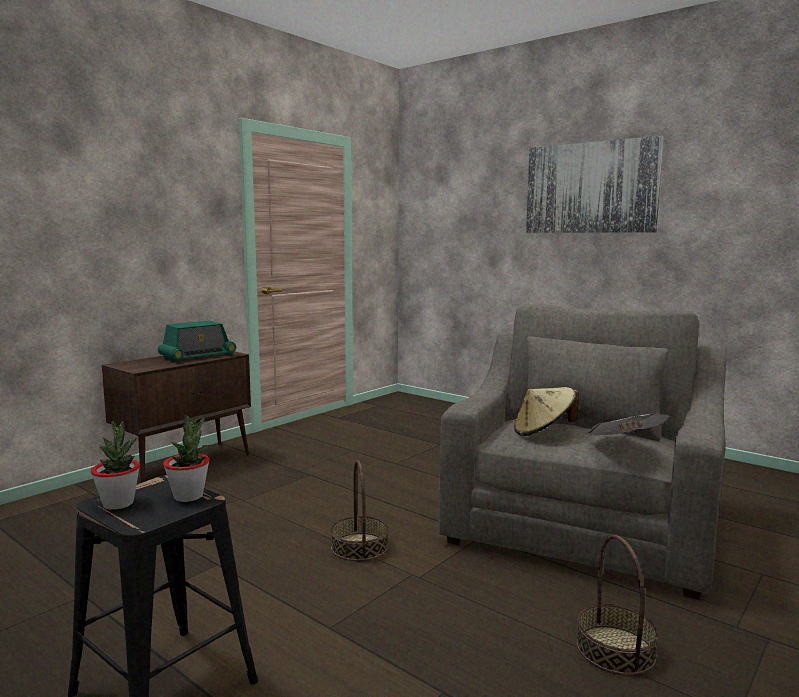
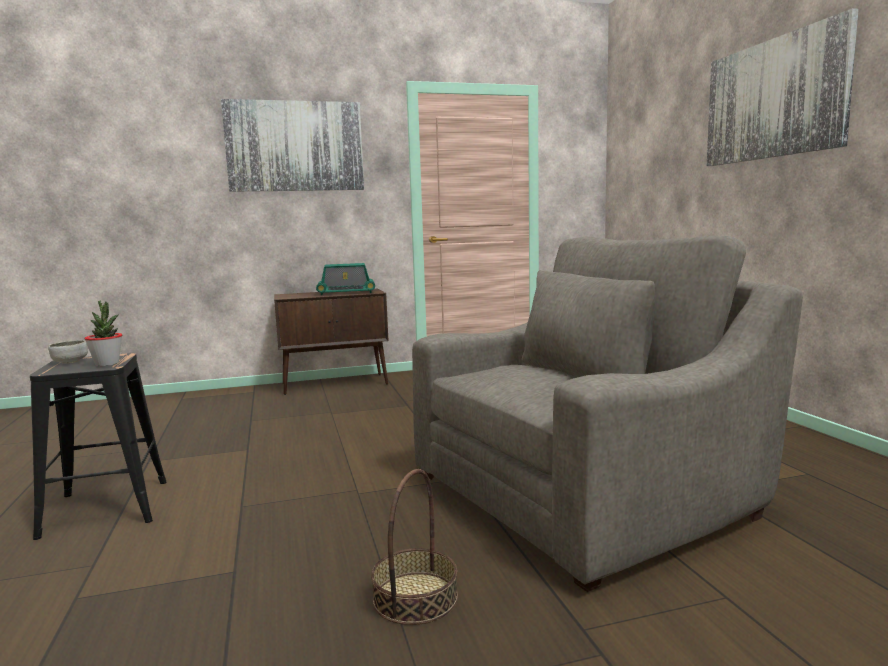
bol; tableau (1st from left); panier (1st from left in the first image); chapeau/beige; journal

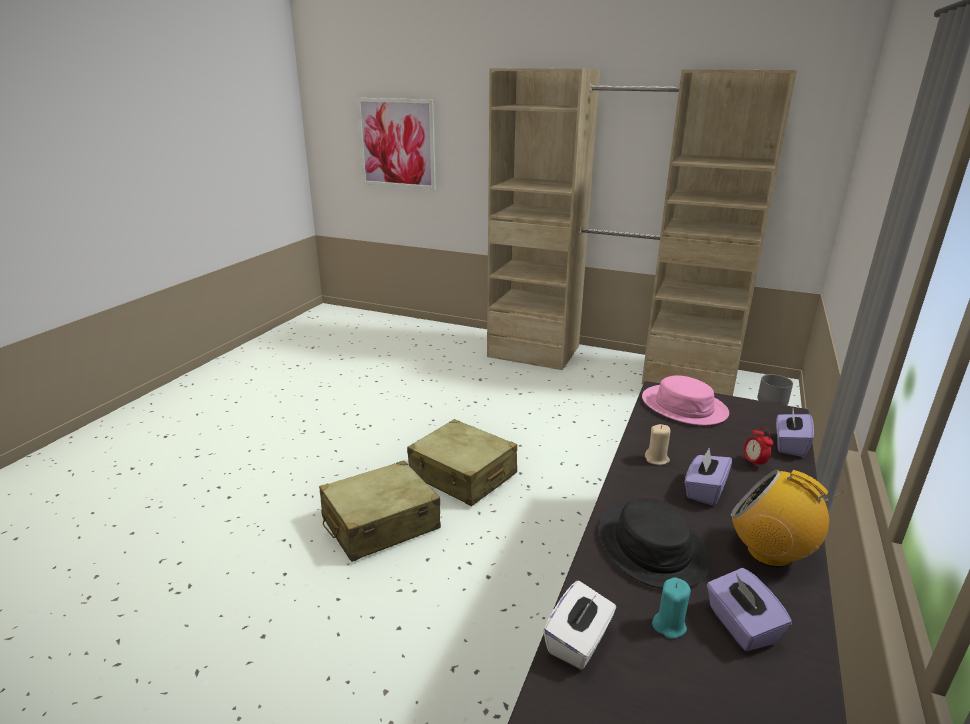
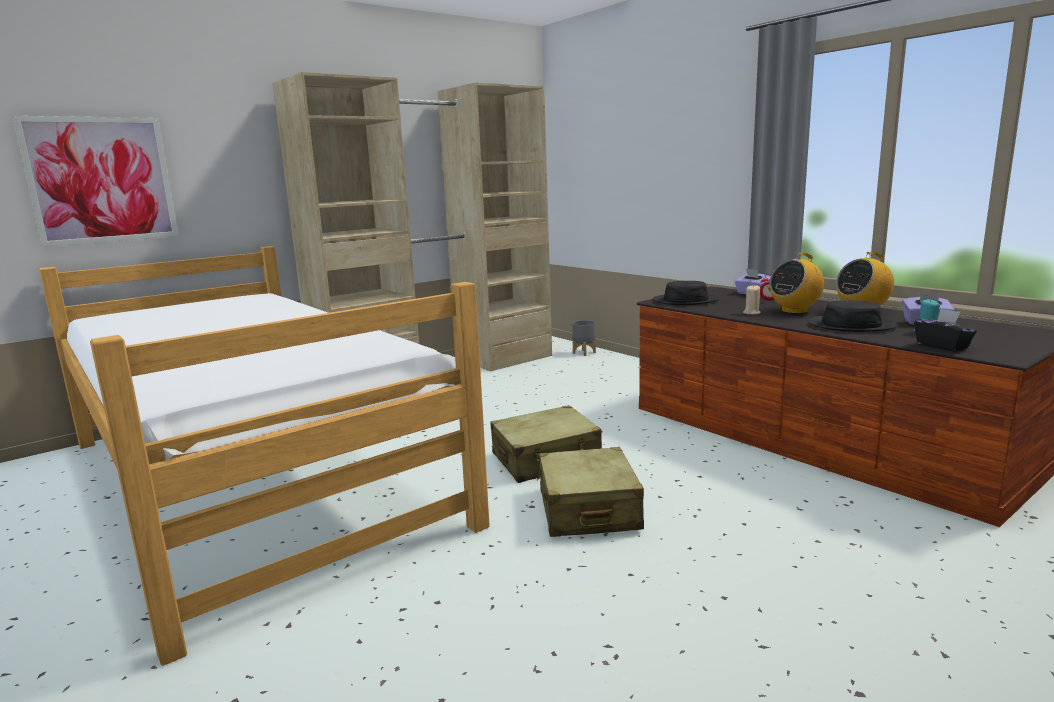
lit; chapeau/noir (1st from left); radio (1st from left); boîte à mouchoirs/noir

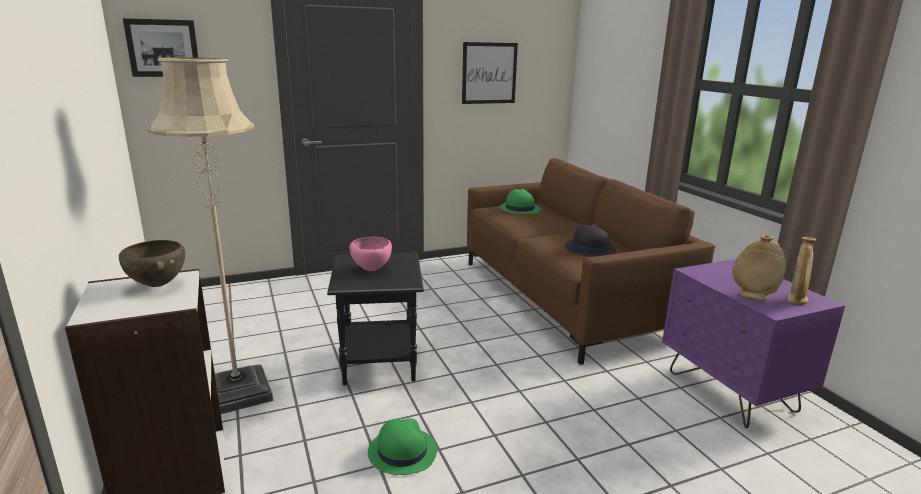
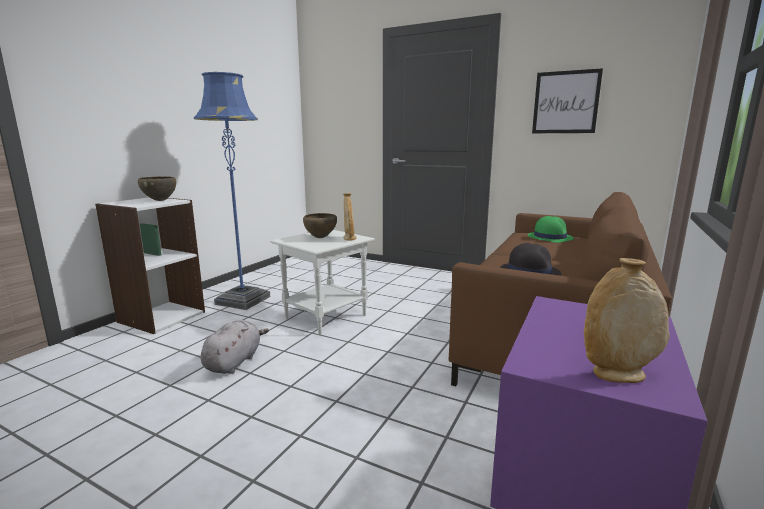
lampadaire/bleu; peluche/gris; table d'appoint/blanc; bol/marron (2nd from left); vase/beige (1st from left); tableau (1st from left in the first image)

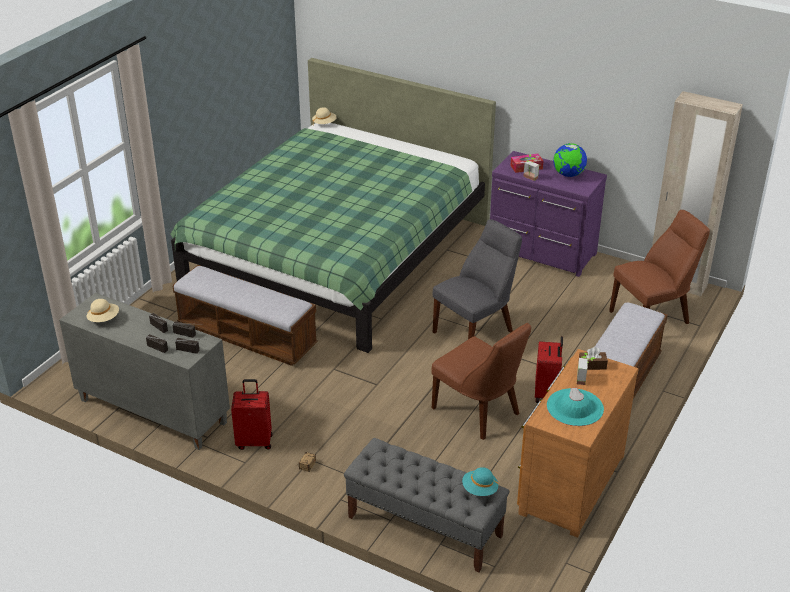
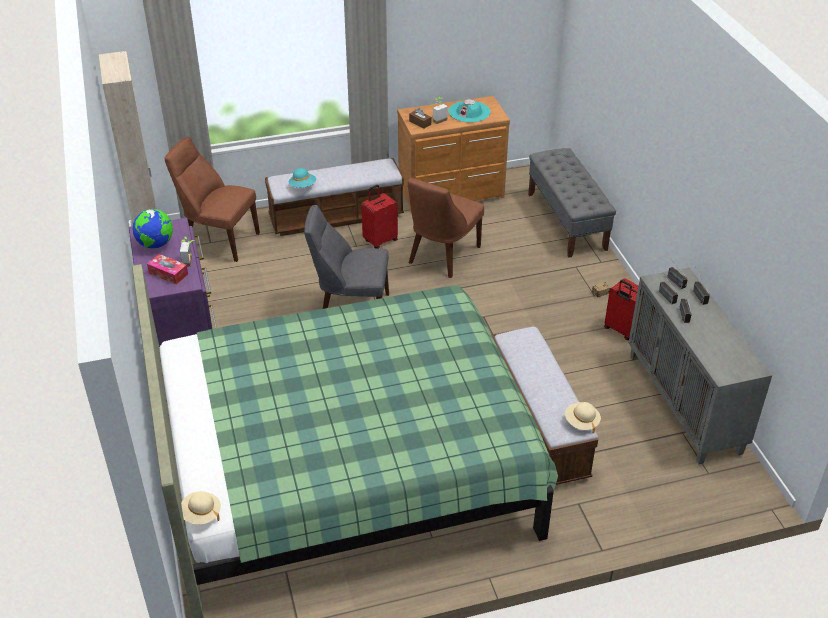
chapeau/turquoise (1st from left); chaise/marron (2nd from left); chapeau/beige (2nd from left)

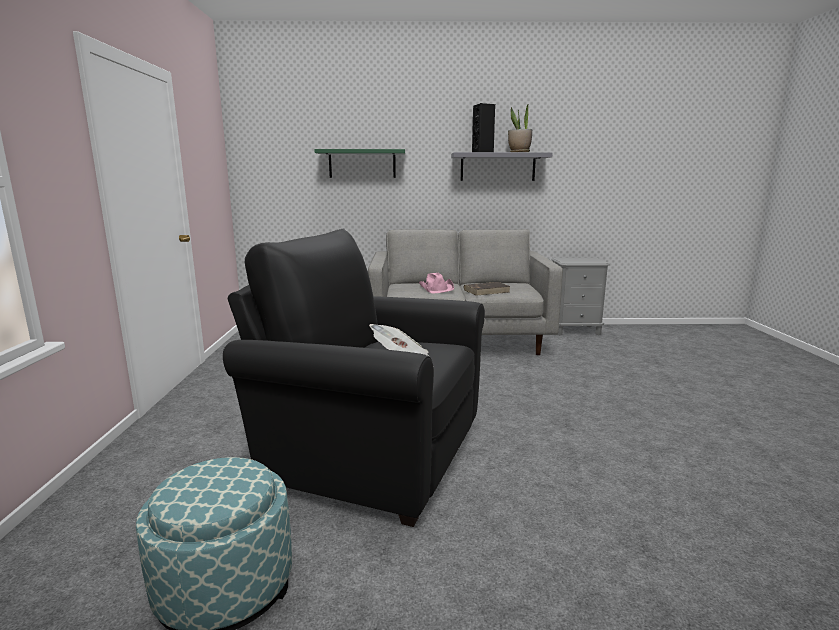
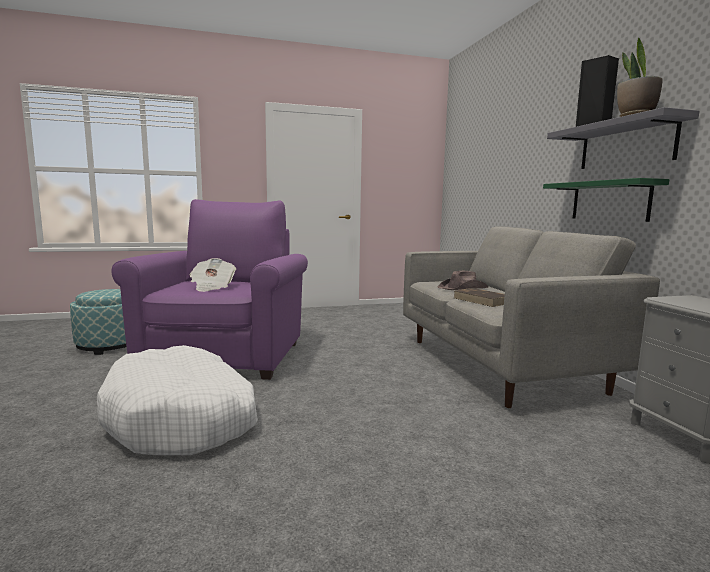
panier pour chien/blanc; fauteuil/violet; chapeau/marron; étagère/vert

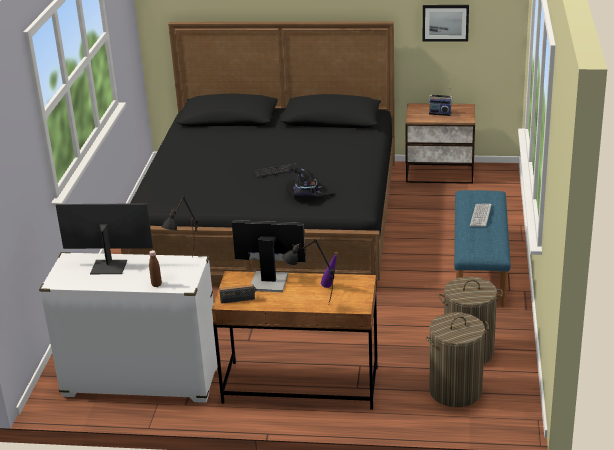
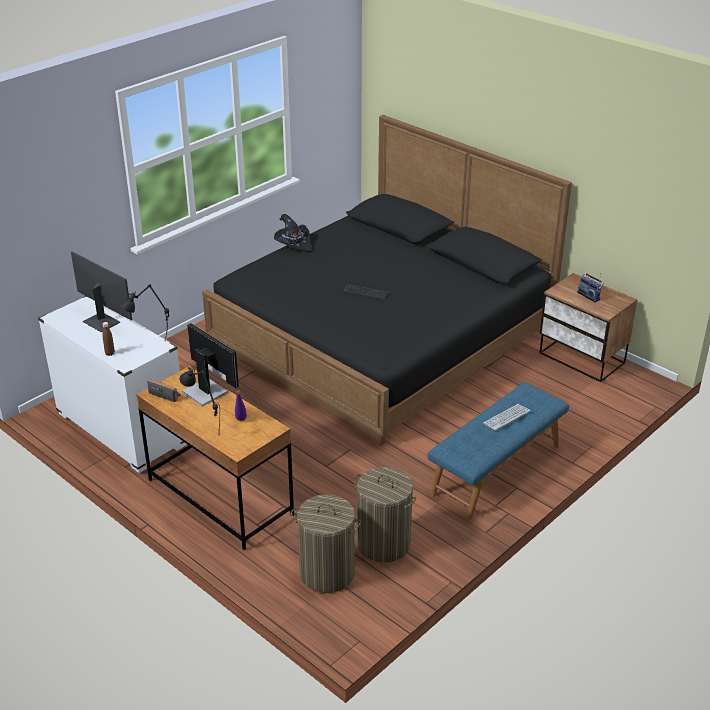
chapeau/noir; tableau

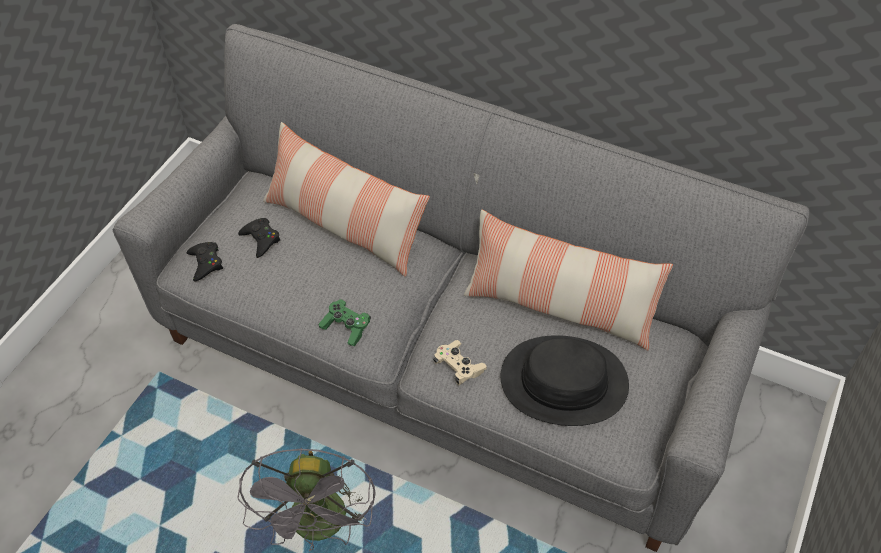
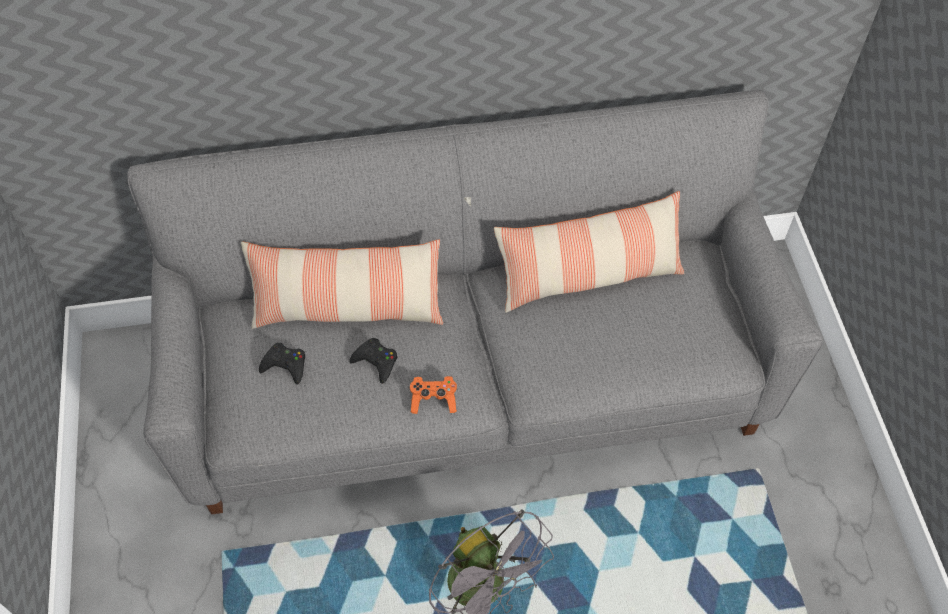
manette/noir (2nd from left); manette/orange; manette/beige; chapeau/noir

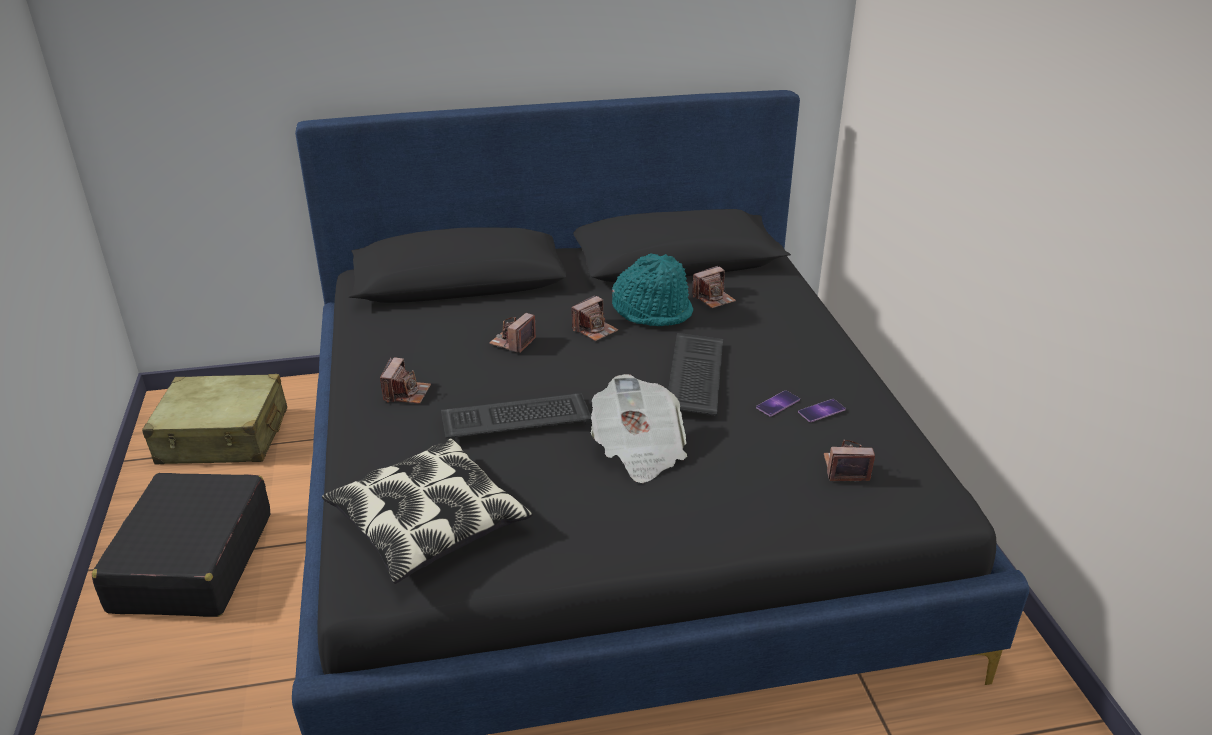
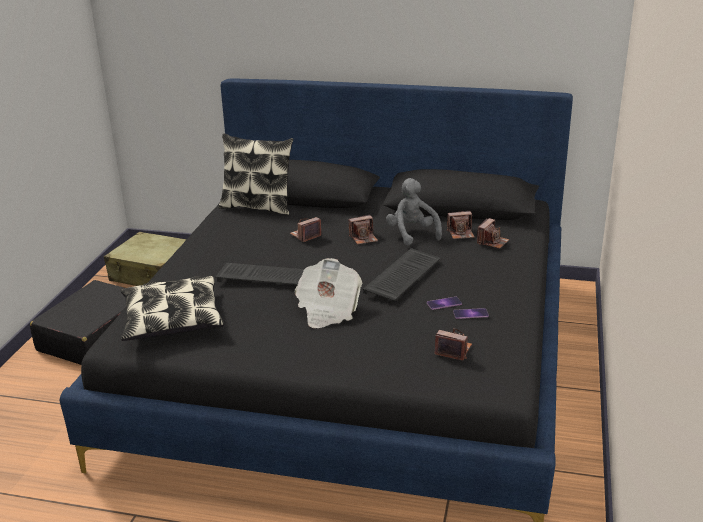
coussin (2nd from left); peluche/gris; appareil photo (5th from left)

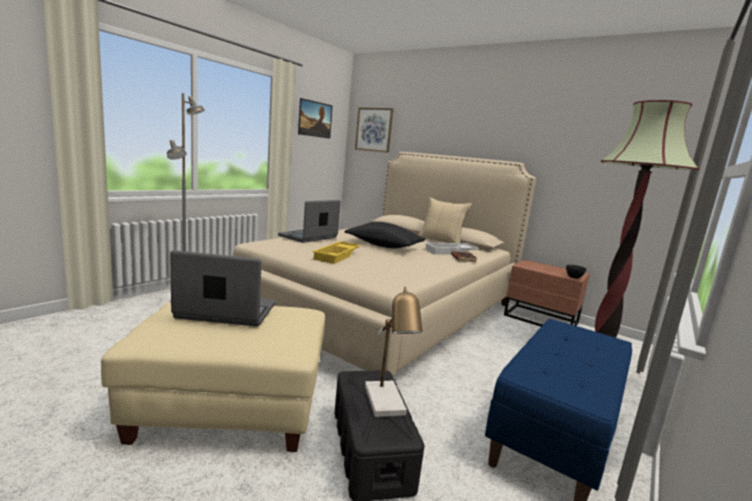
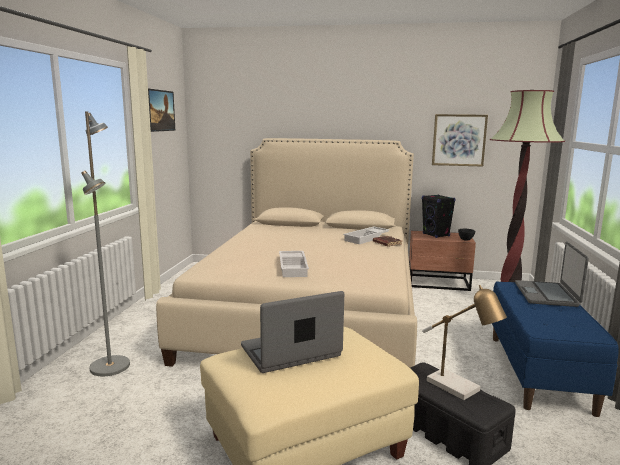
plateau/blanc (1st from left); enceinte/noir; tableau (2nd from left); ordinateur portable (2nd from left); coussin/noir; coussin/beige

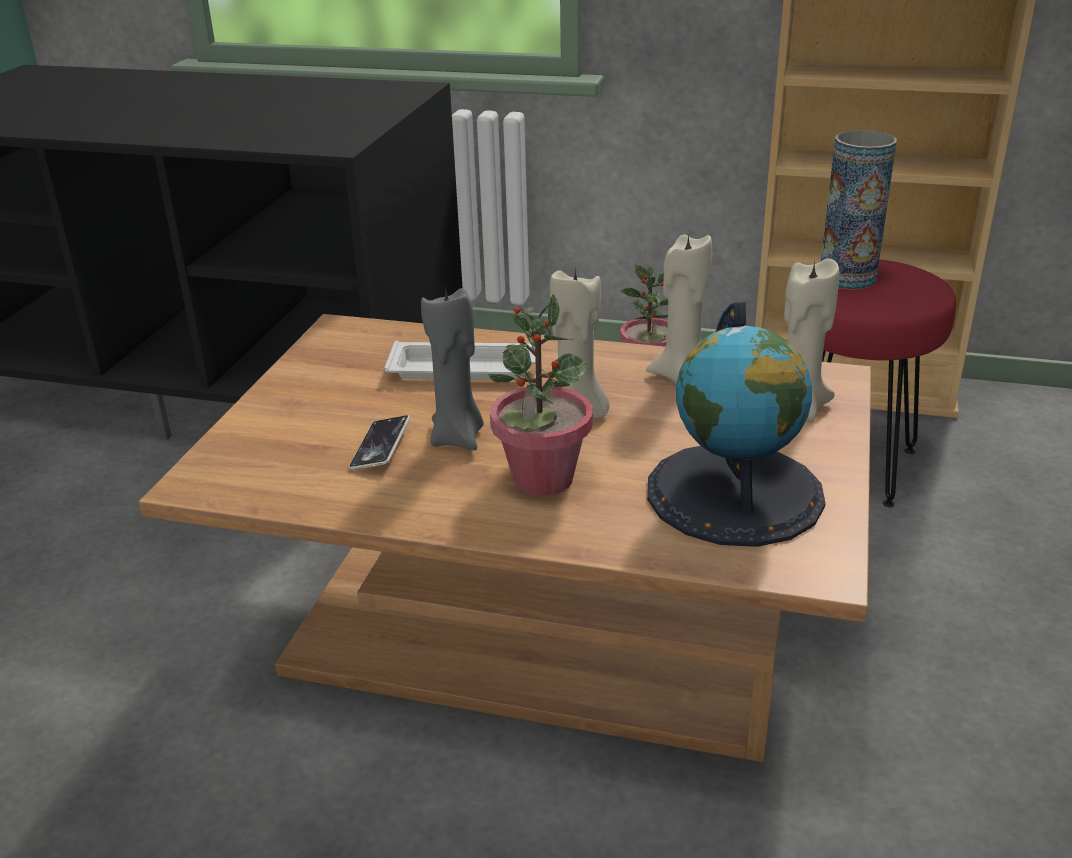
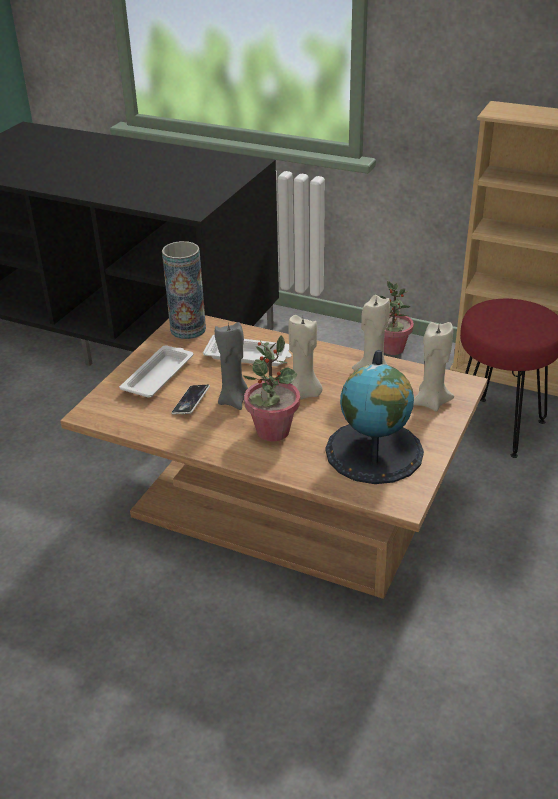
plateau/blanc (1st from left); vase

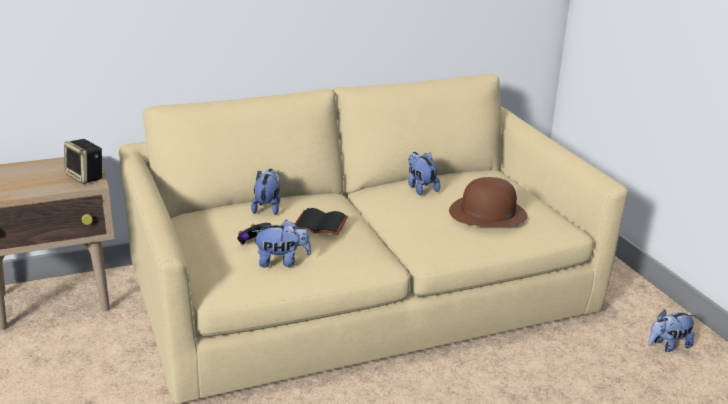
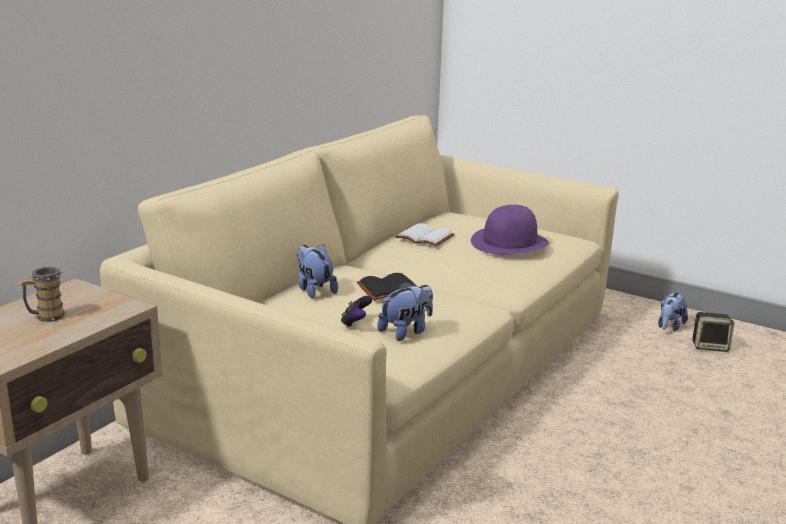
mug; livre/blanc; chapeau/violet; enceinte

